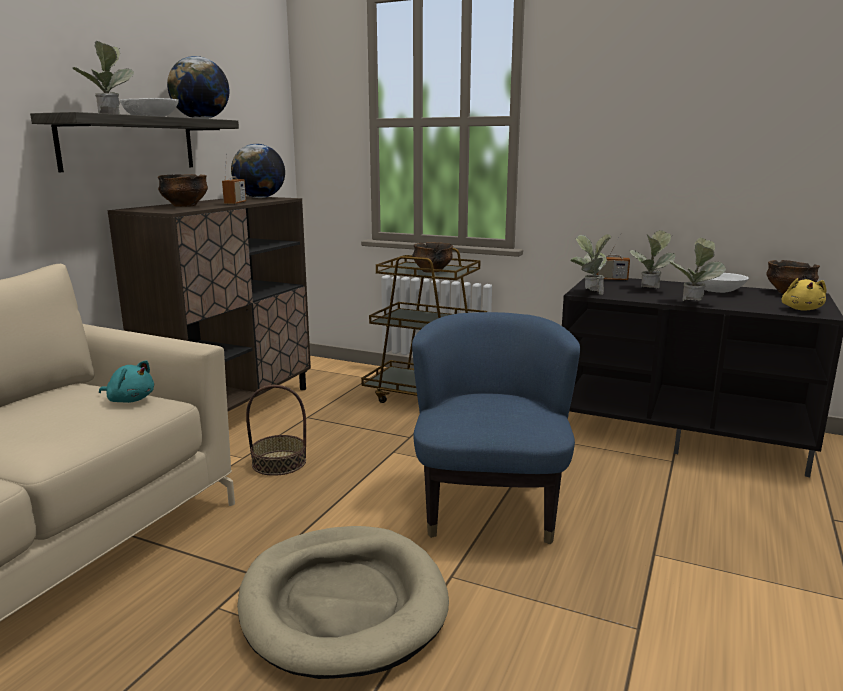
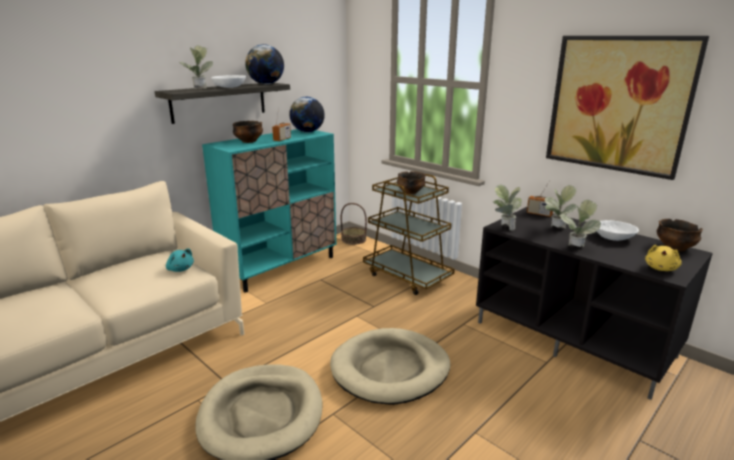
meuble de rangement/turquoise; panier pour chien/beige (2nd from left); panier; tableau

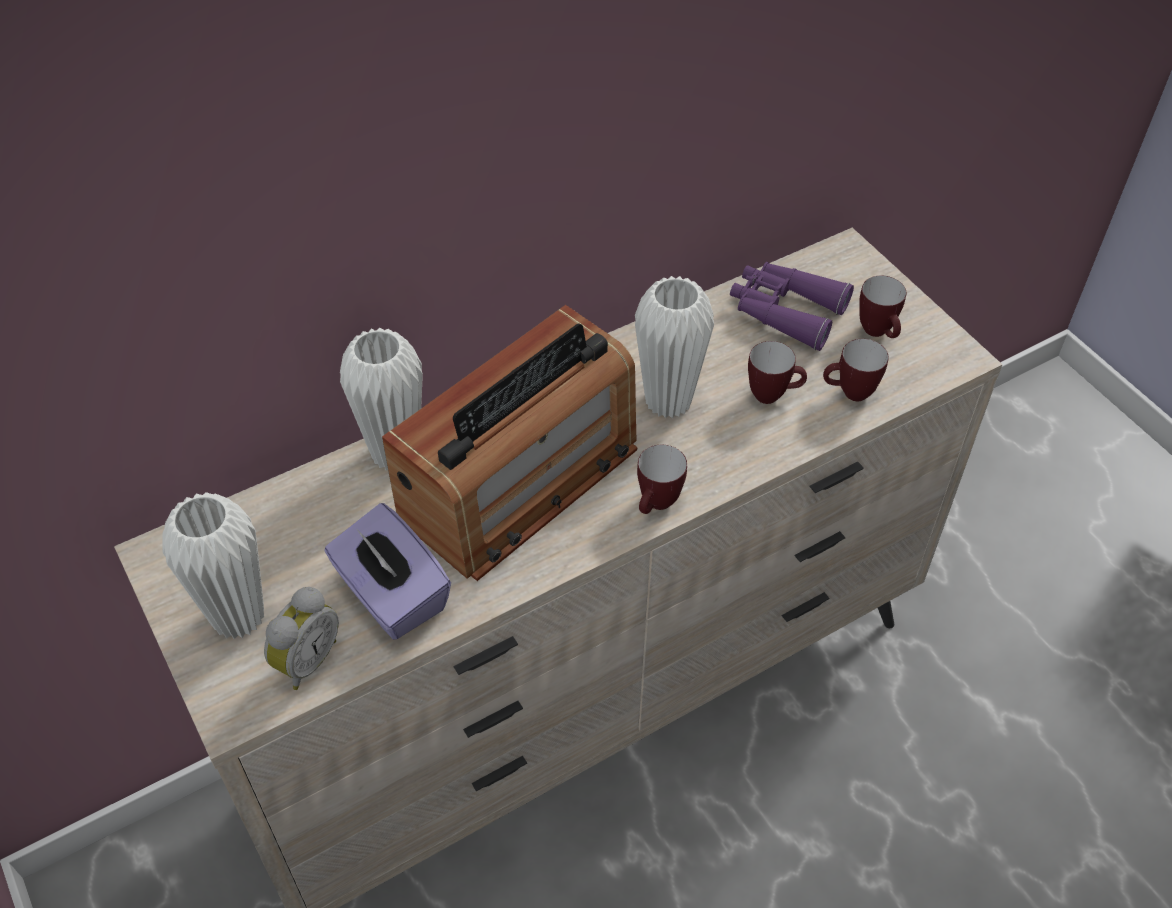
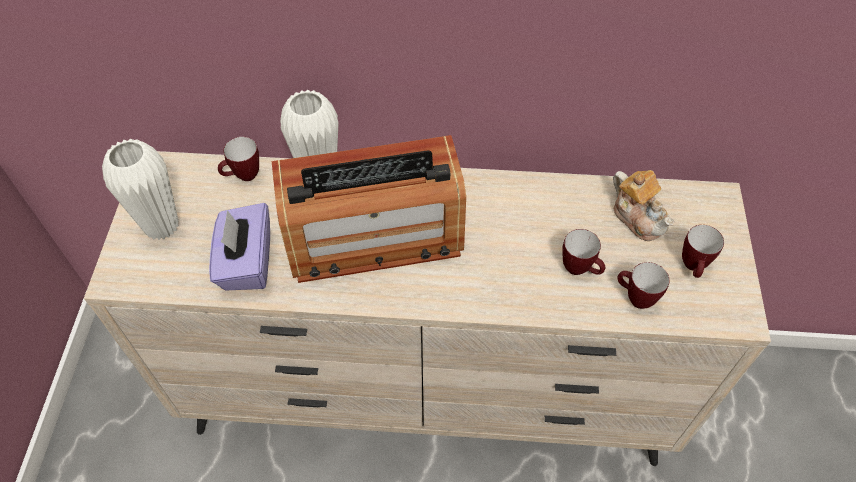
mug (1st from left); théière; réveil; vase/blanc (3rd from left in the first image)

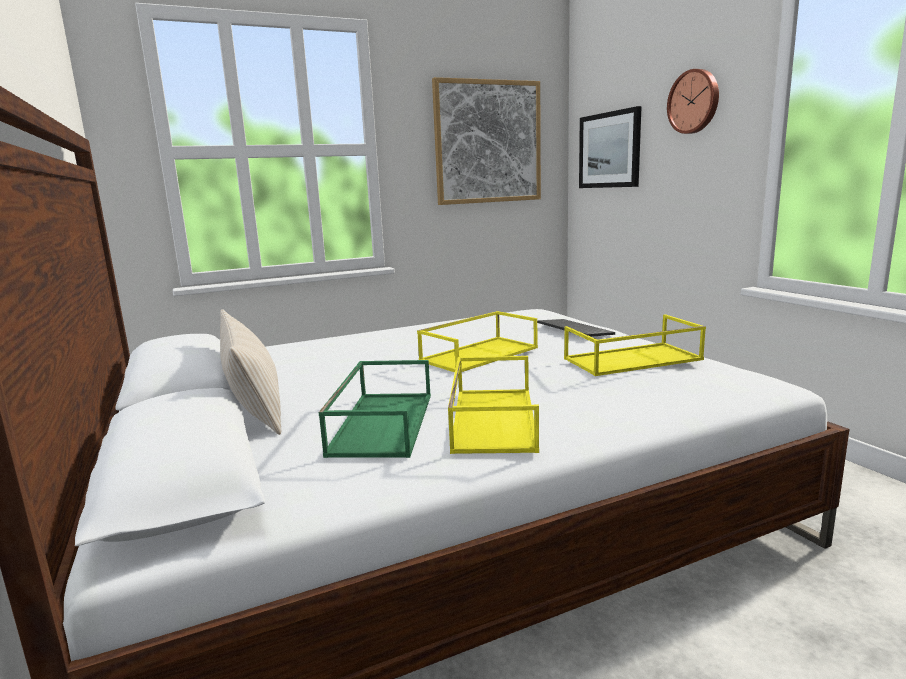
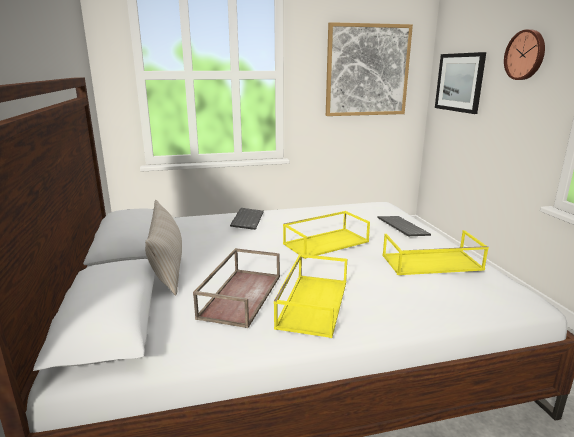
plateau/marron; clavier (1st from left)

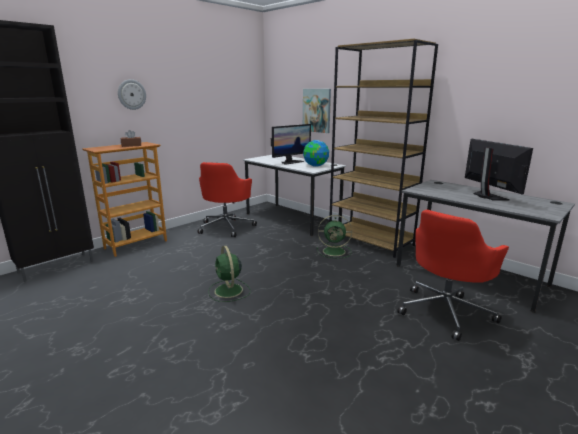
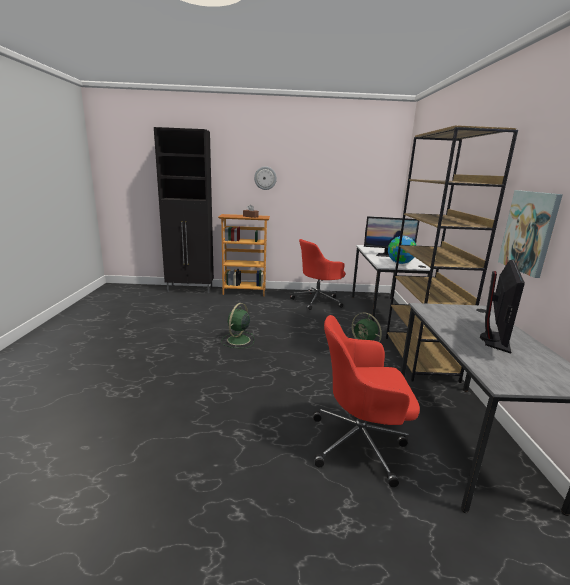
tableau

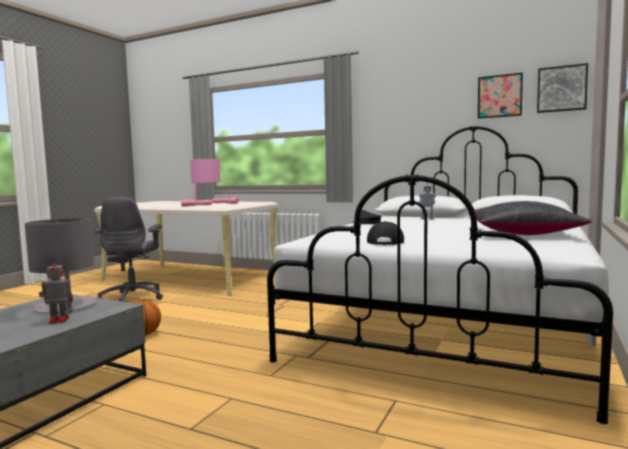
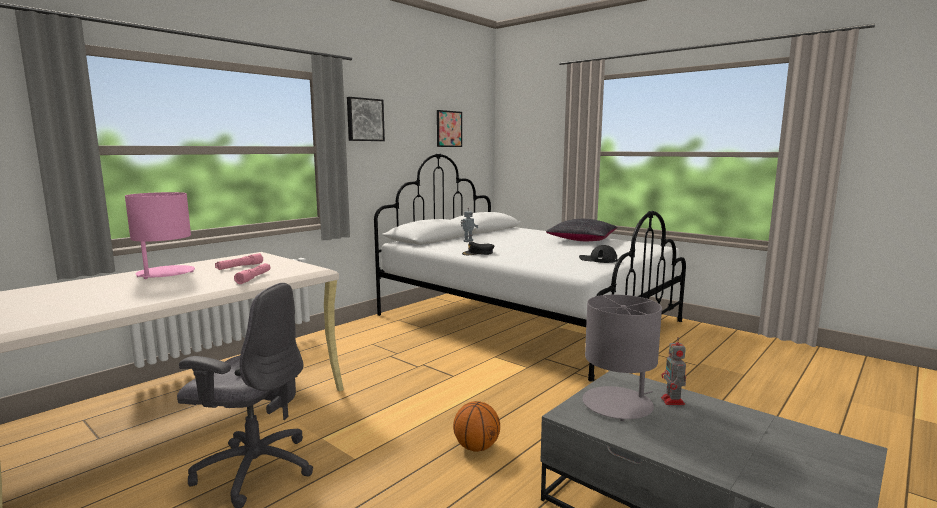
tableau (1st from left)

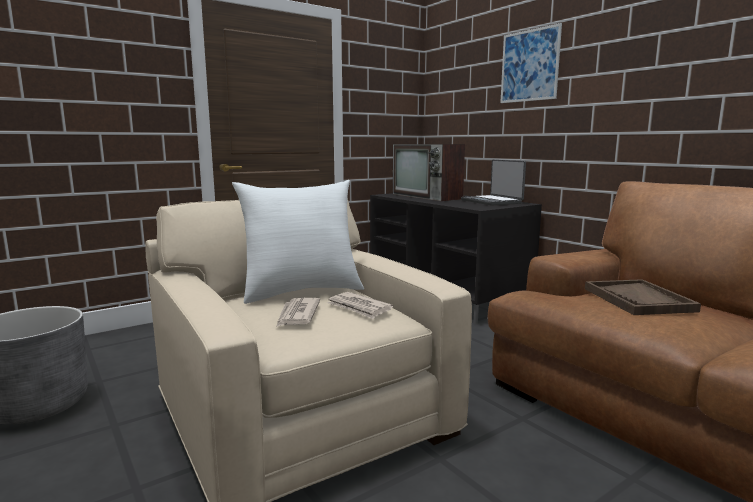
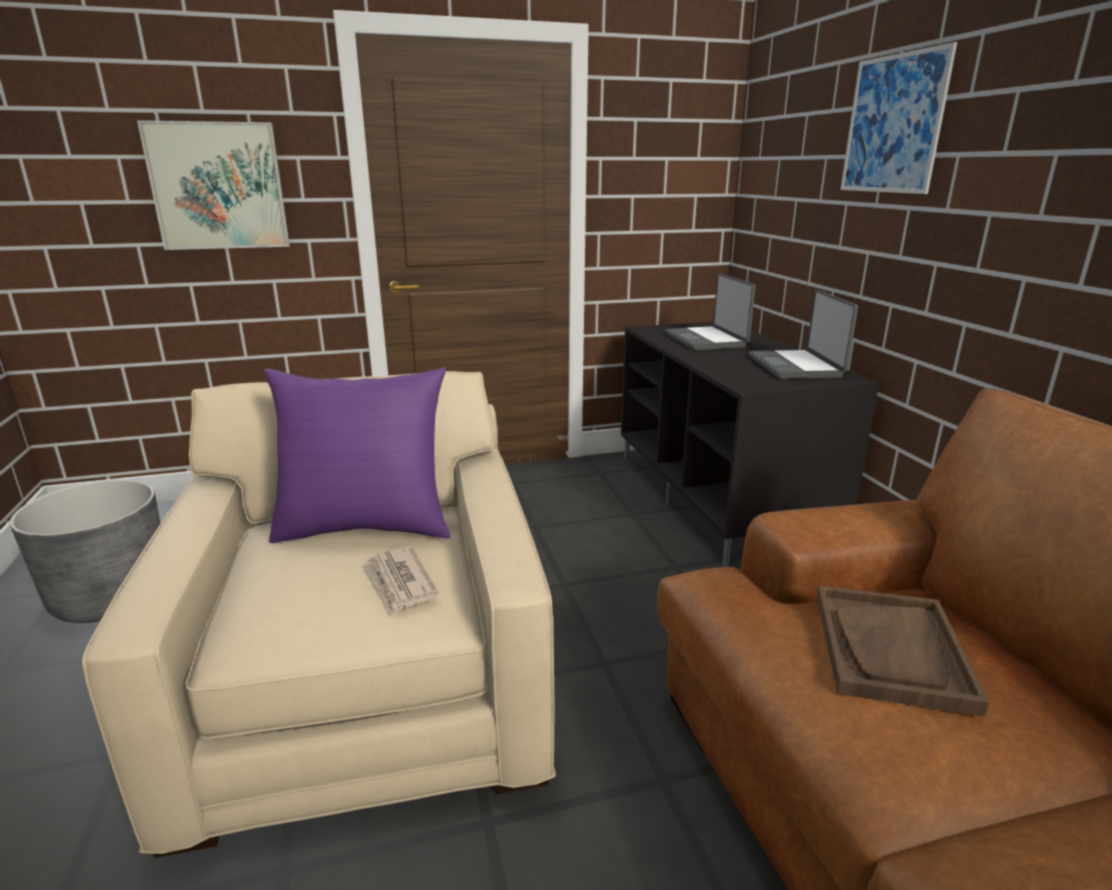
tableau (1st from left); coussin/violet; ordinateur portable (1st from left); journal (1st from left in the first image)

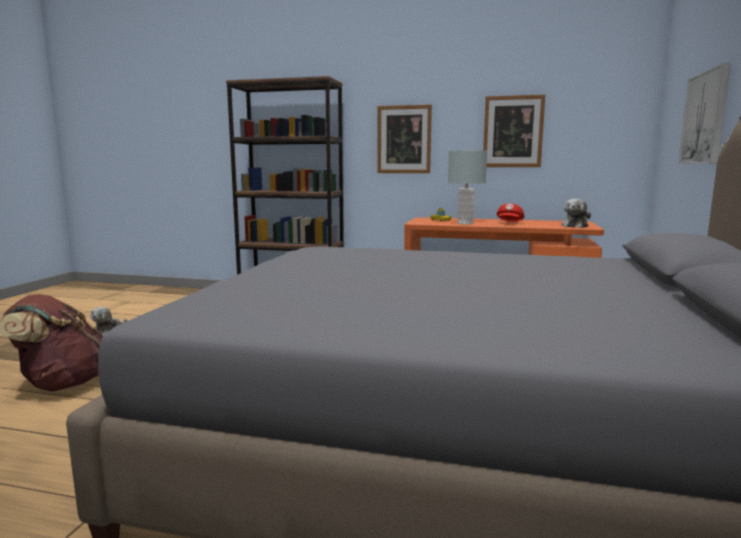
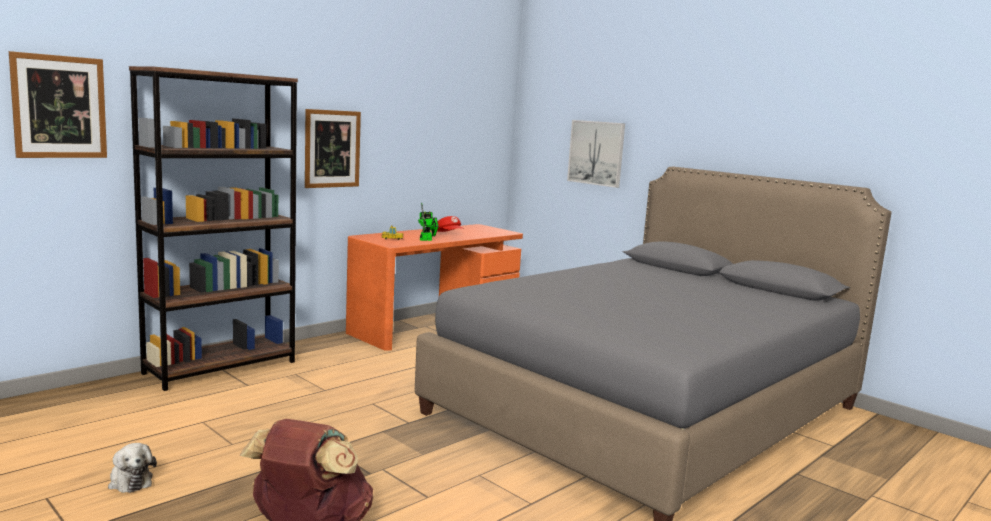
tableau (1st from left); robot jouet; peluche (2nd from left in the first image)

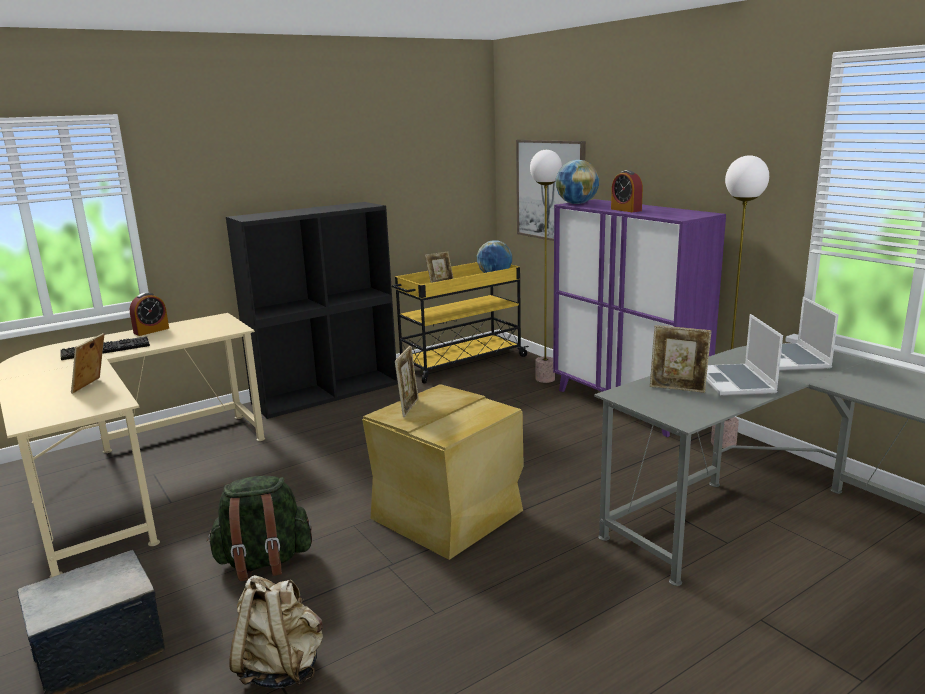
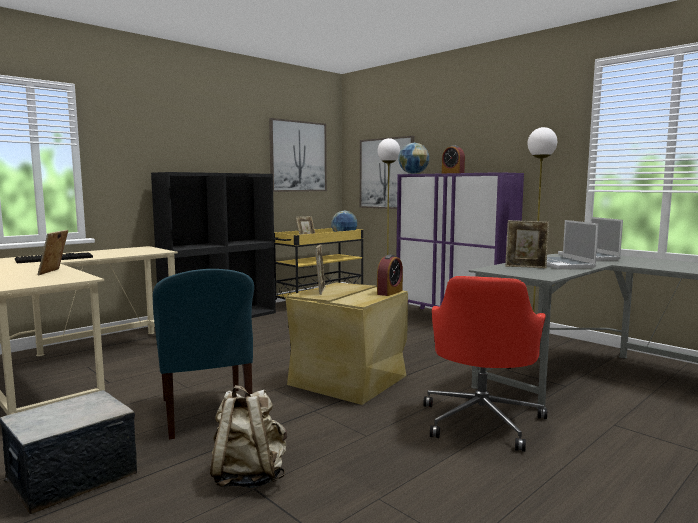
chaise/bleu; tableau (1st from left); réveil (1st from left); chaise de bureau/rouge

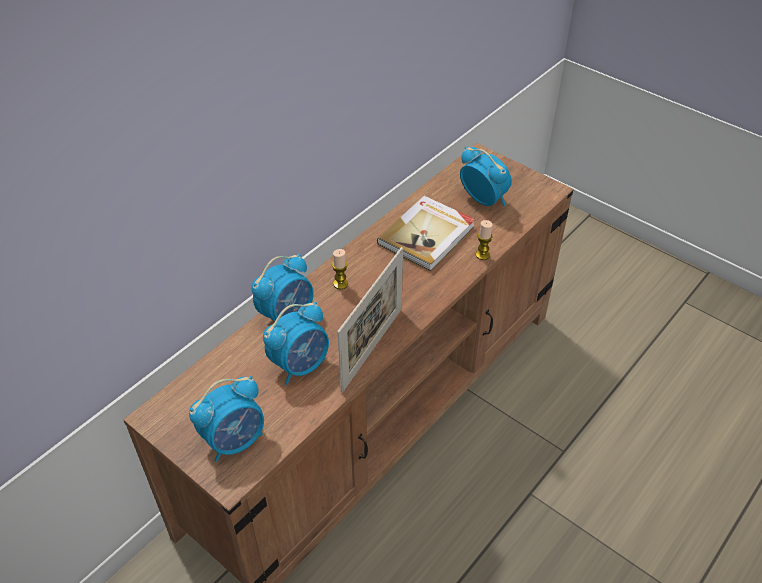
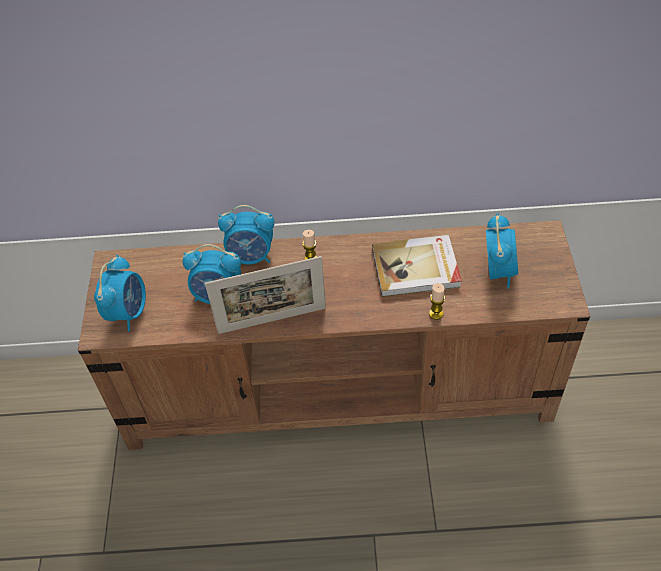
réveil (1st from left)

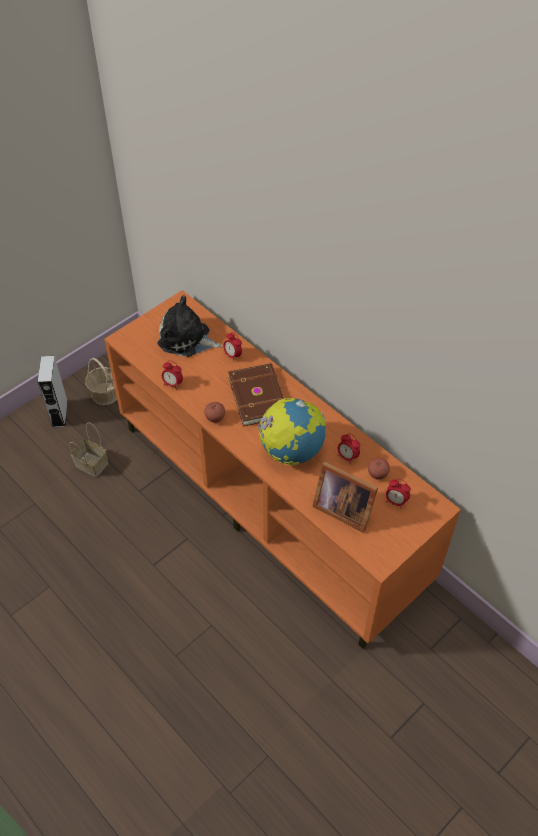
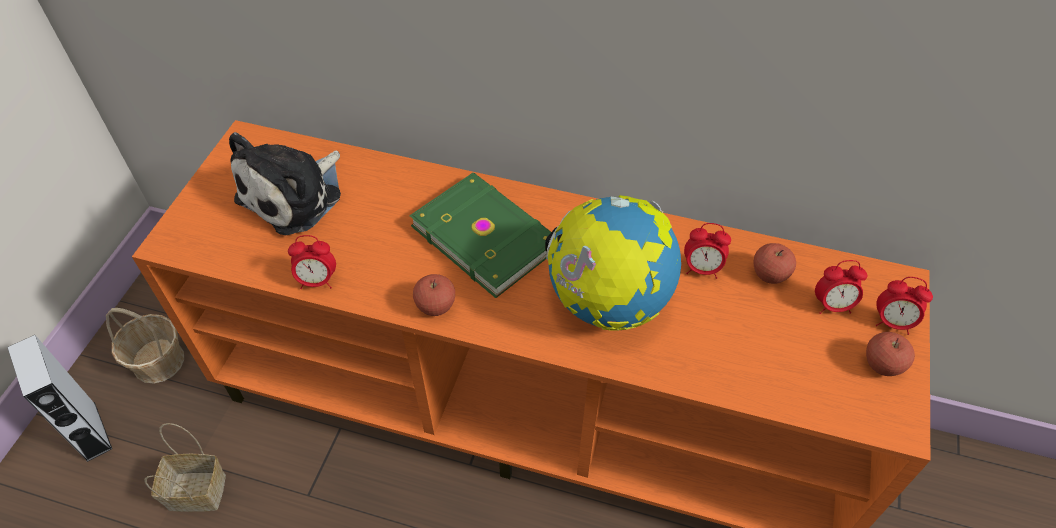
peluche; livre/vert; pomme (3rd from left); réveil (4th from left); cadre photo

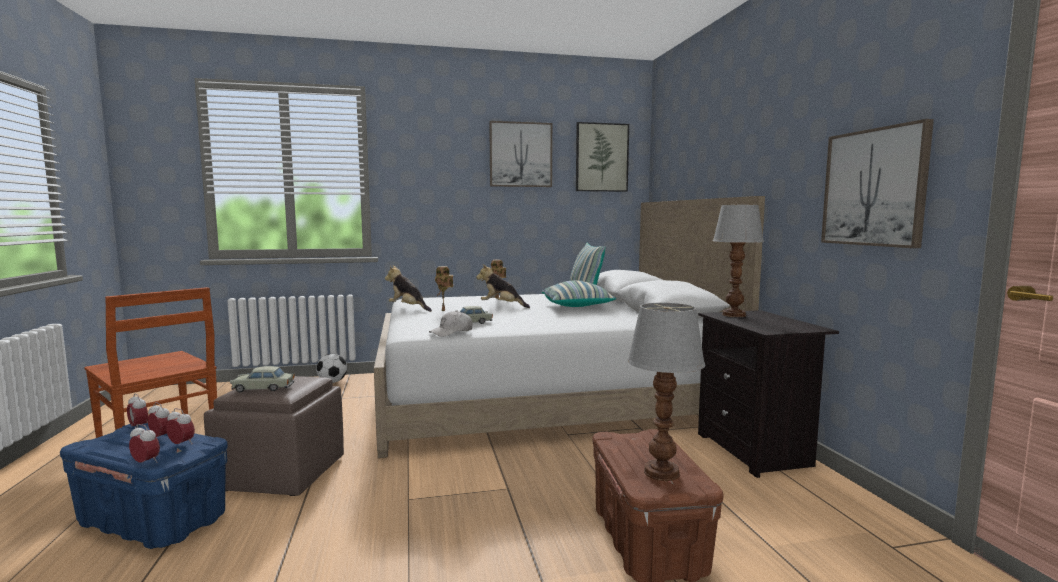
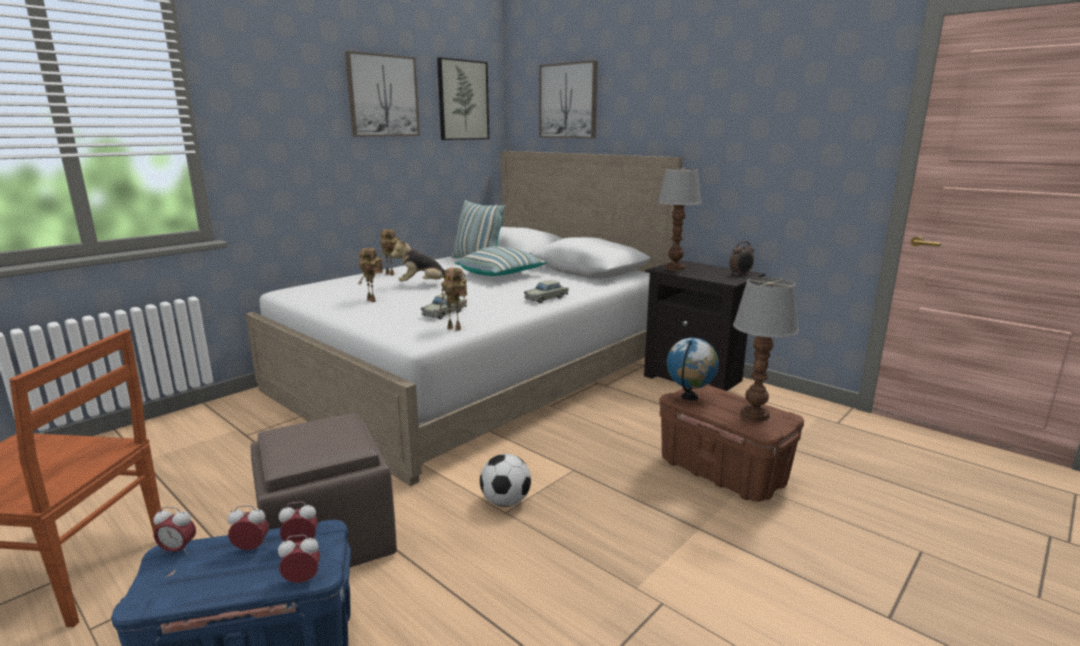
robot jouet (3rd from left); ballon de foot; petite voiture/beige (2nd from left); tableau (3rd from left); globe; réveil (5th from left); peluche (1st from left in the first image)

